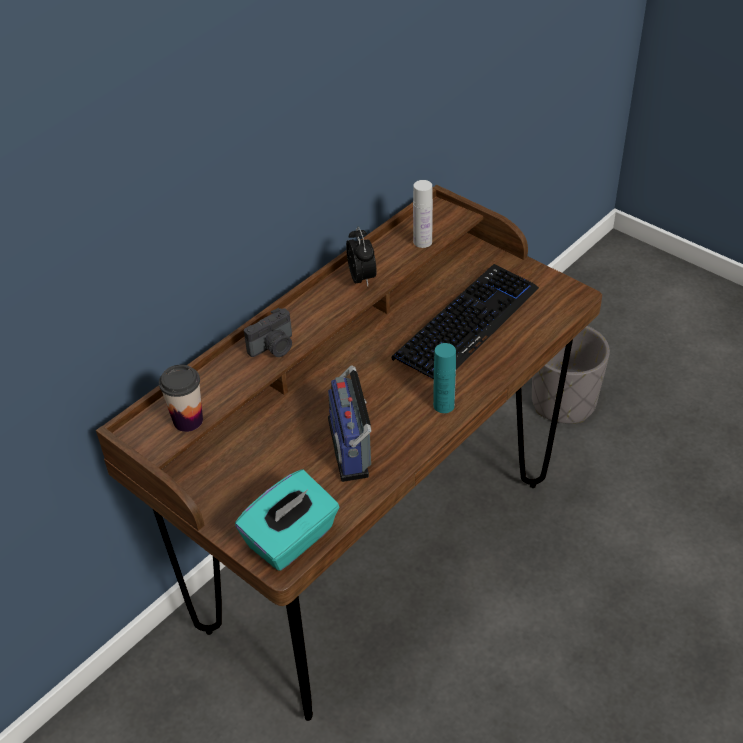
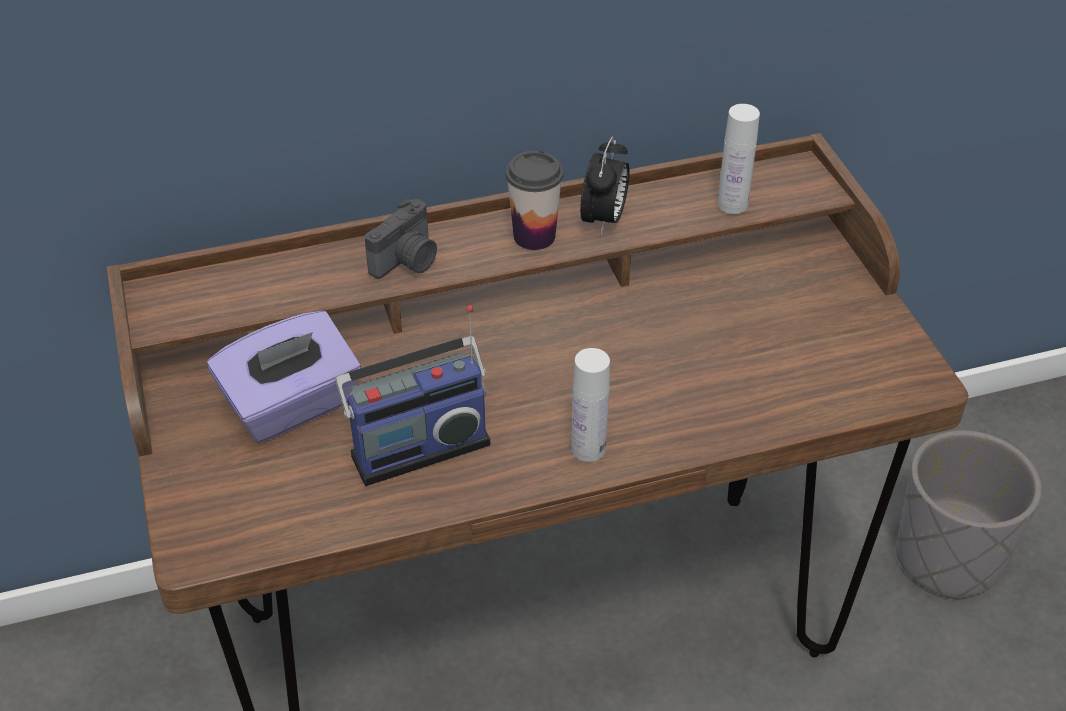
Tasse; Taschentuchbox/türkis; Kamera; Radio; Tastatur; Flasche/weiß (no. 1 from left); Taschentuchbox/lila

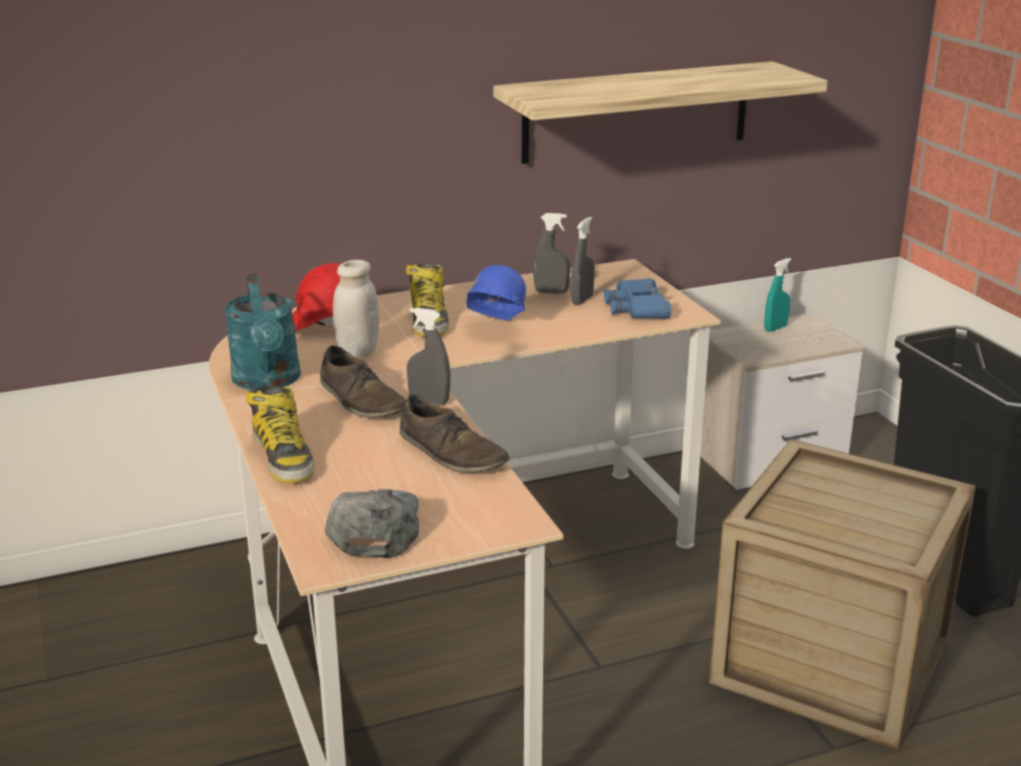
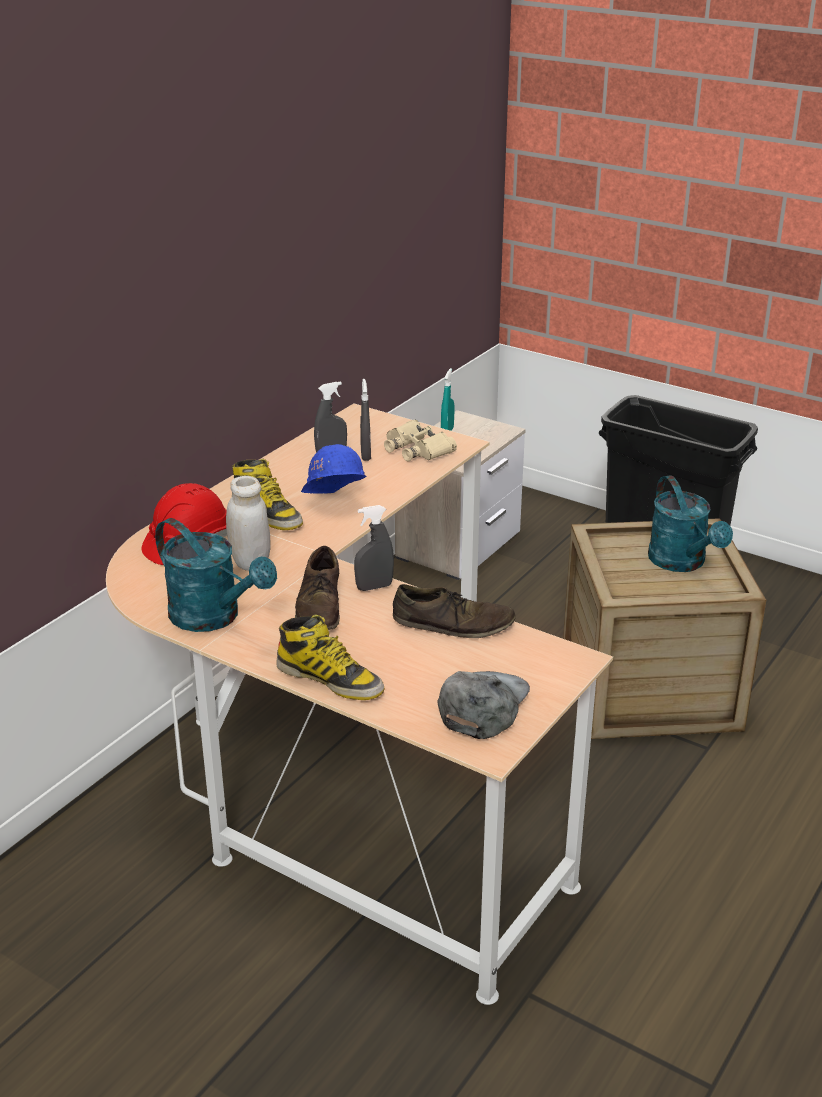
Schuh/braun (no. 1 from left); Kappe/grau; Wandregal; Fernglas/beige; Gießkanne/türkis (no. 2 from left)

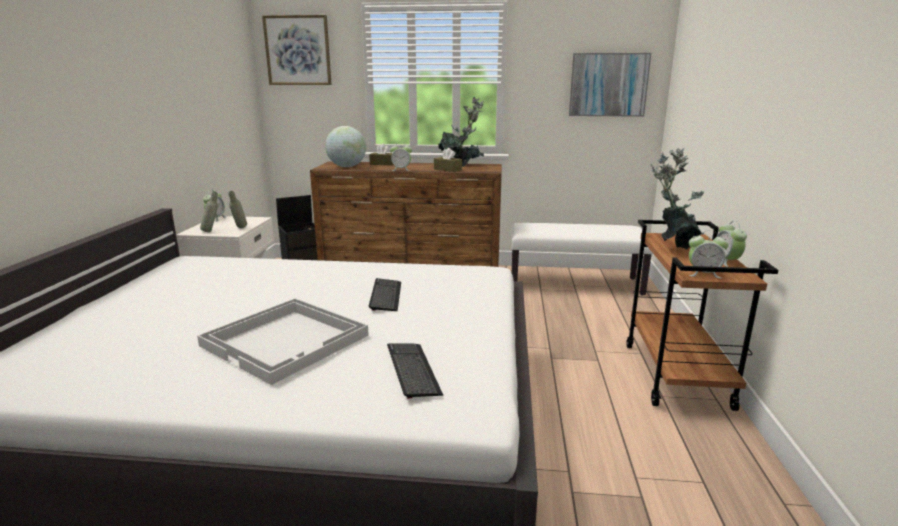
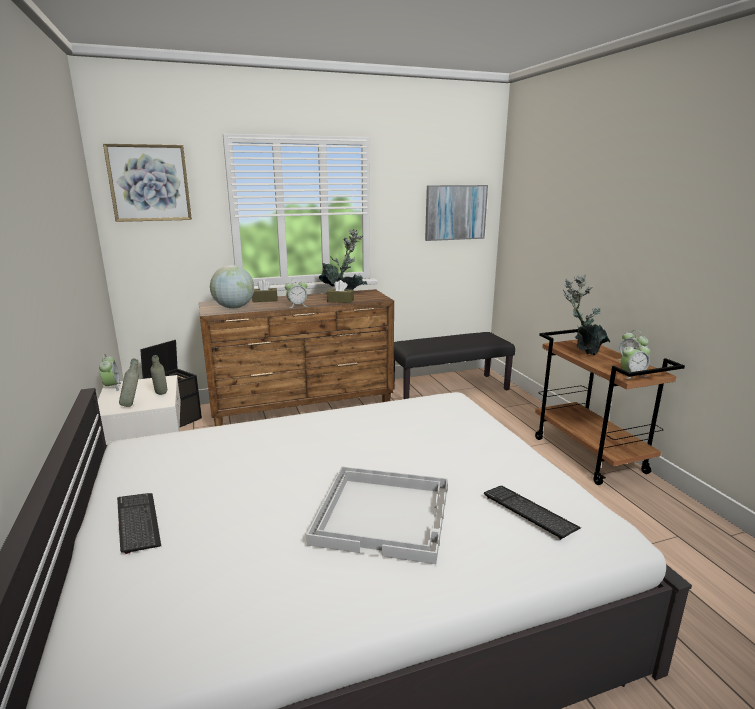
Tastatur (no. 1 from left); Bank/schwarz

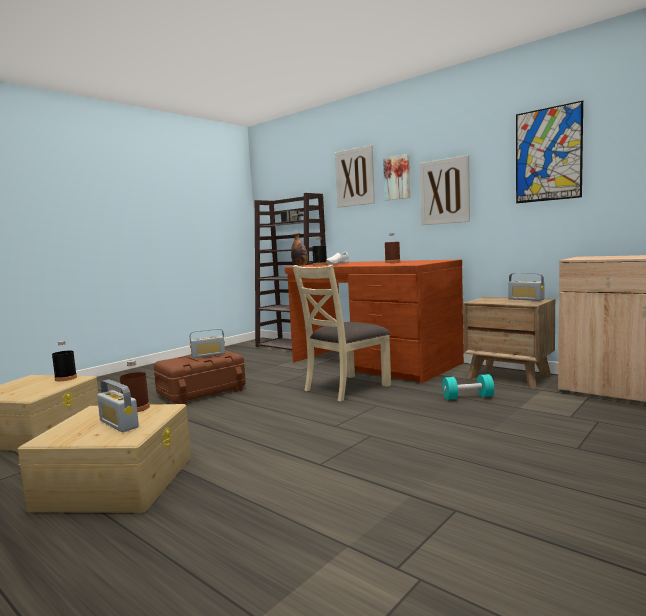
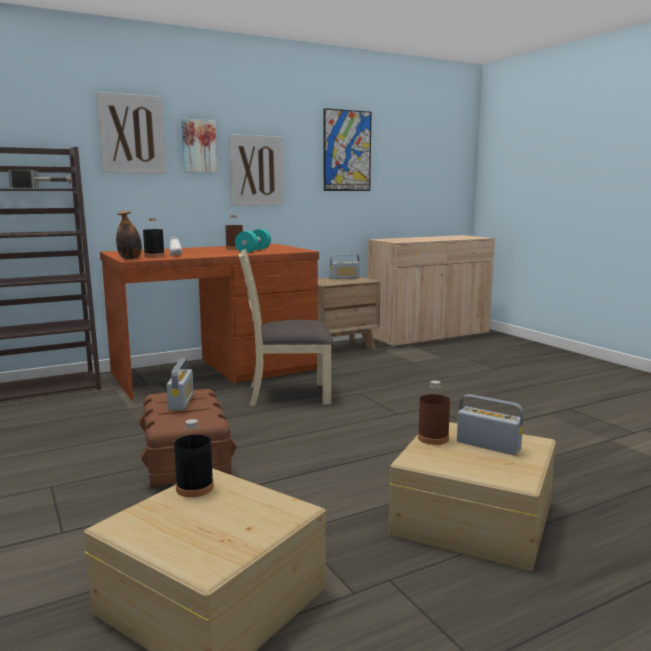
Radio (no. 3 from left); Stuhl/beige; Hantel/türkis

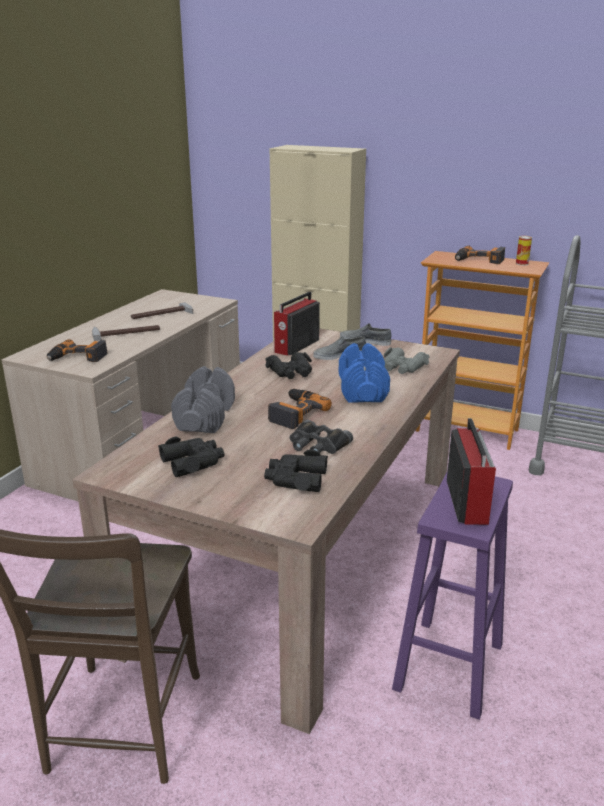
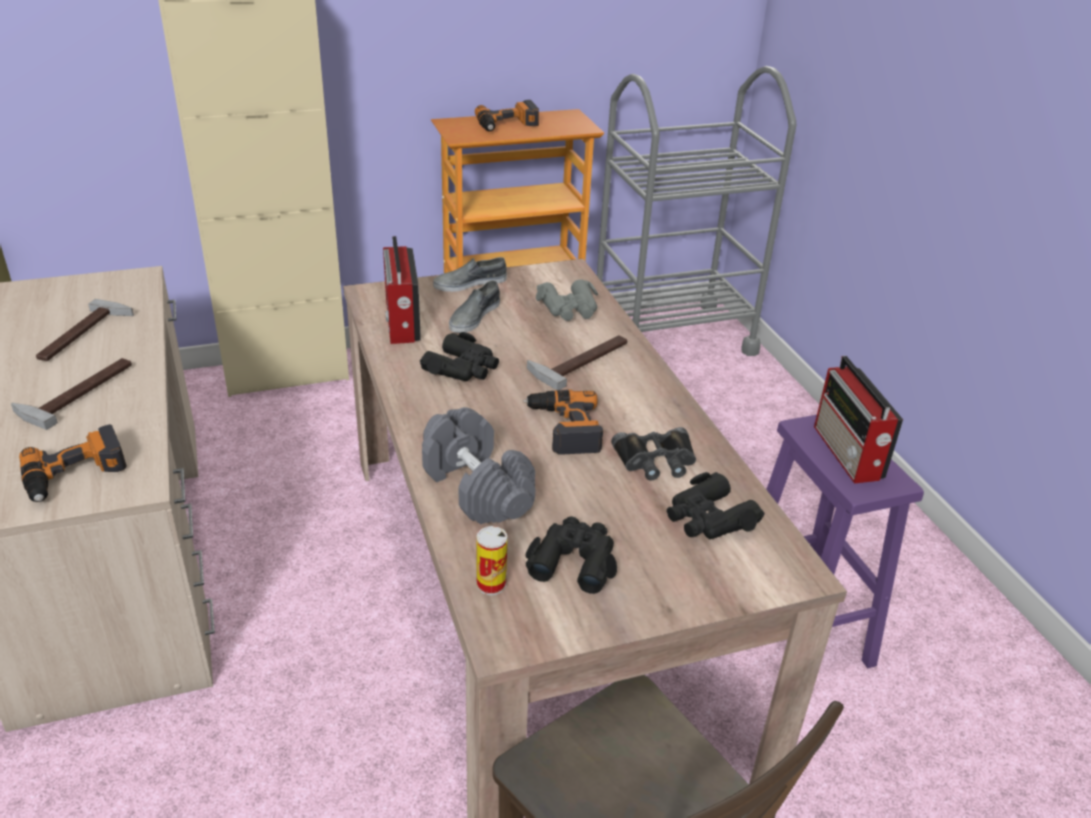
Hammer (no. 3 from left); Radio (no. 2 from left); Dose

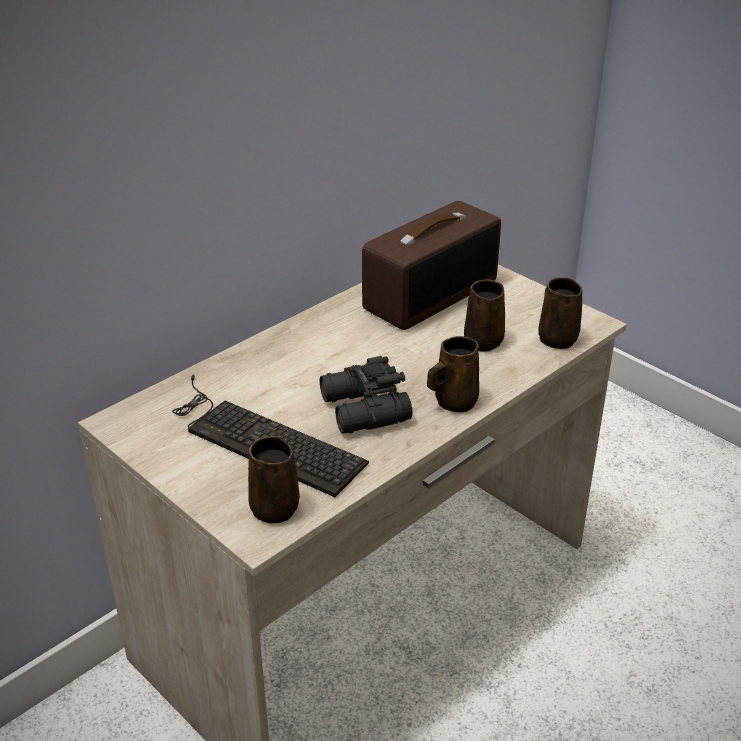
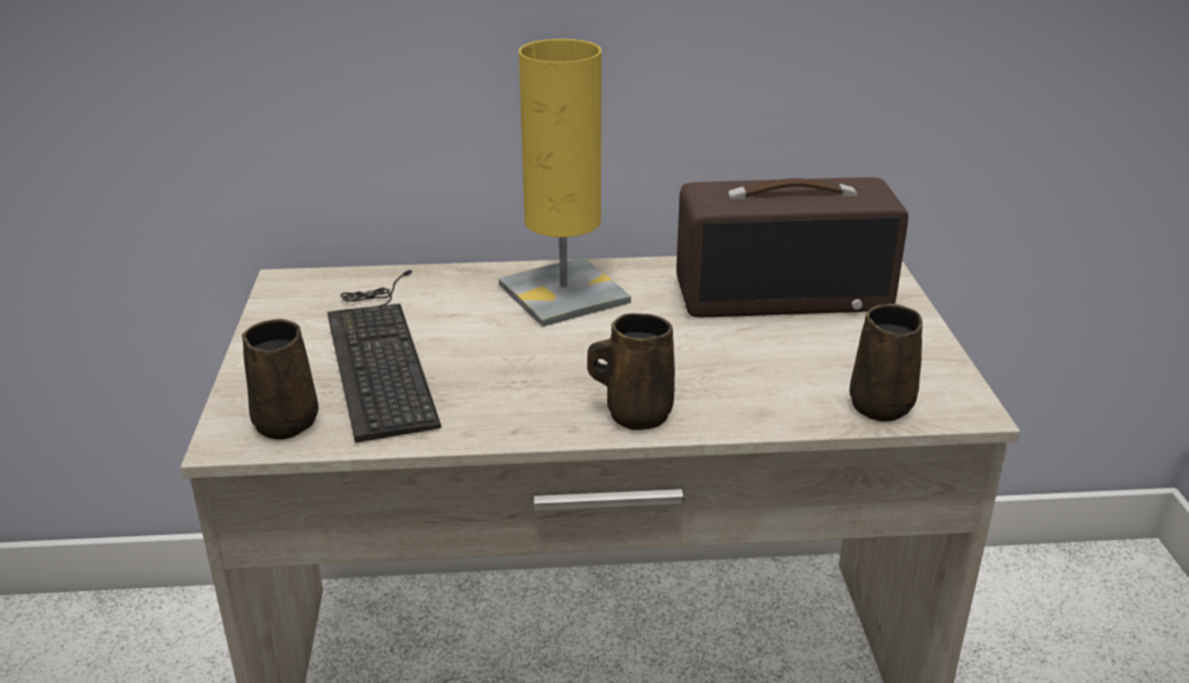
Fernglas/schwarz; Henkelbecher/braun (no. 3 from left in the first image); Tischlampe/gelb

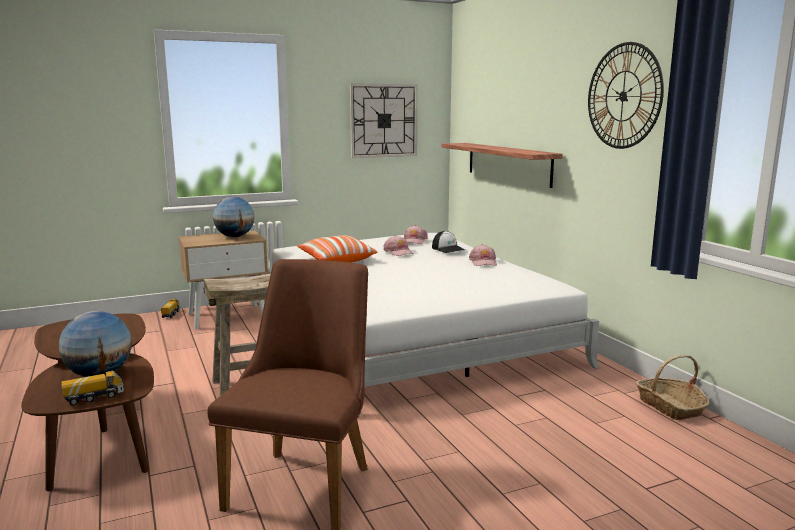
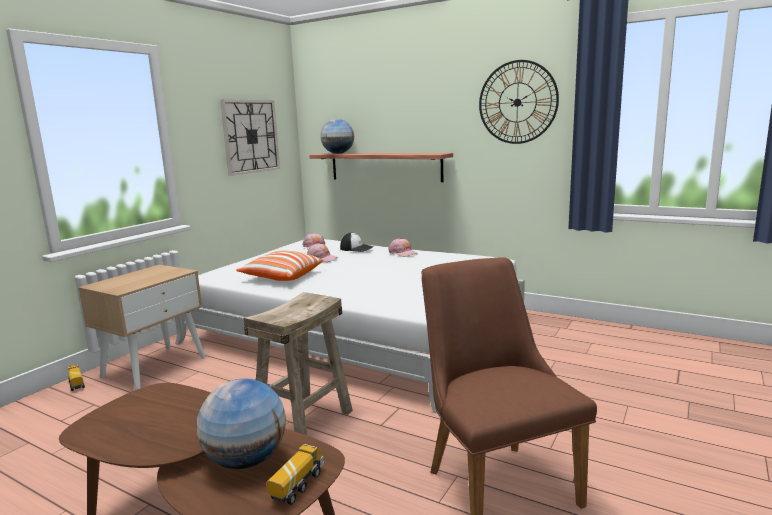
Globus (no. 2 from left); Korb

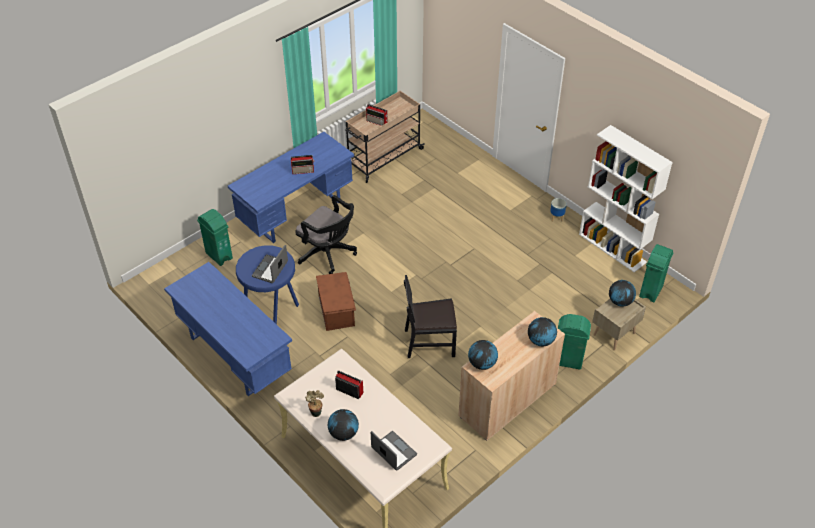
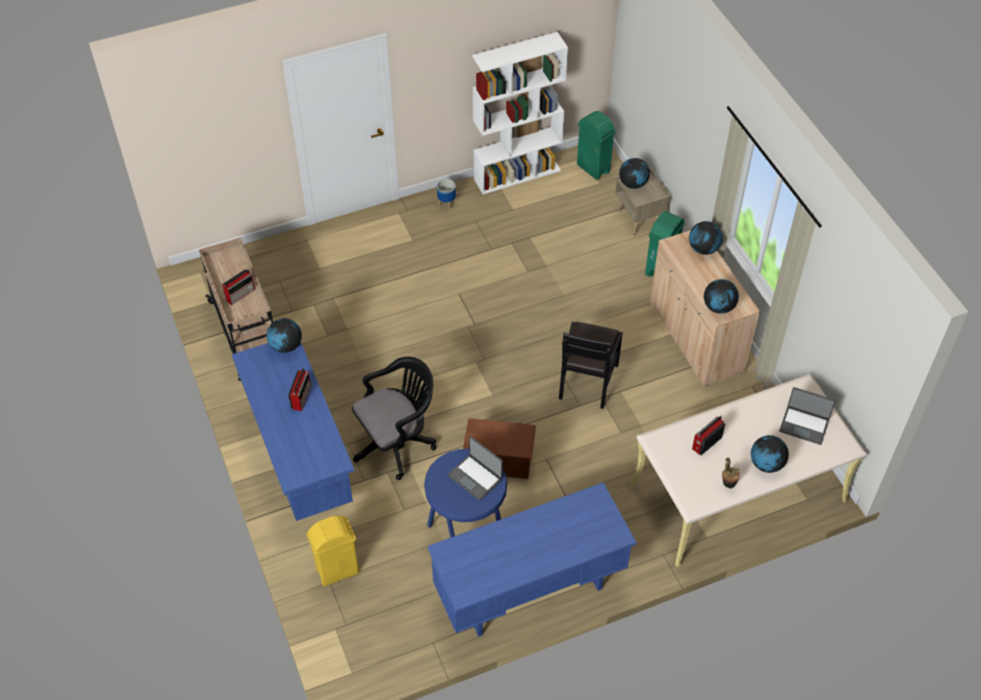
Mülleimer/gelb; Laptop (no. 2 from left); Globus (no. 1 from left)

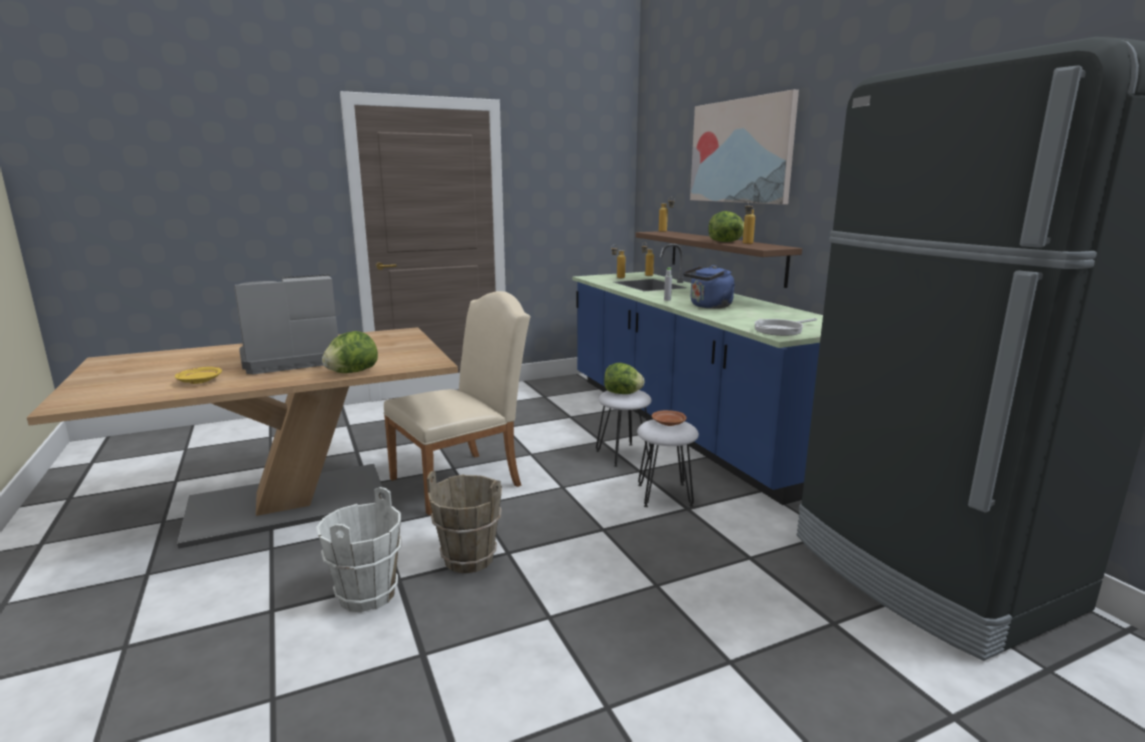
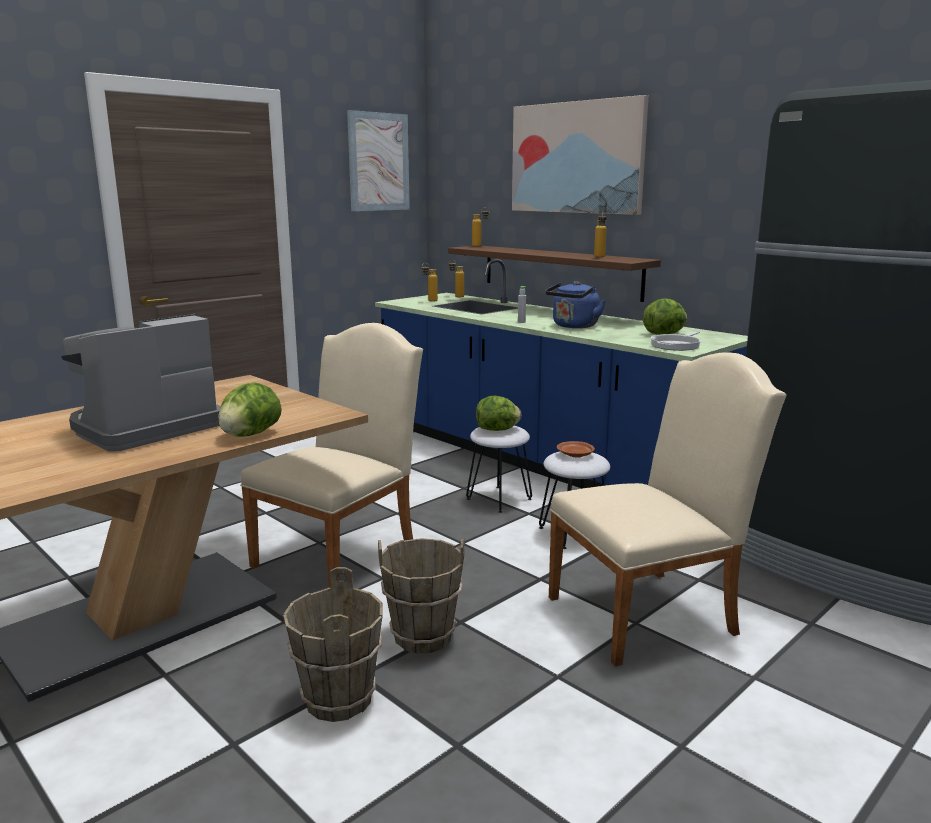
Teller/gelb; Eimer/braun (no. 1 from left); Salatkopf (no. 3 from left); Bild (no. 1 from left); Stuhl/beige (no. 2 from left)

